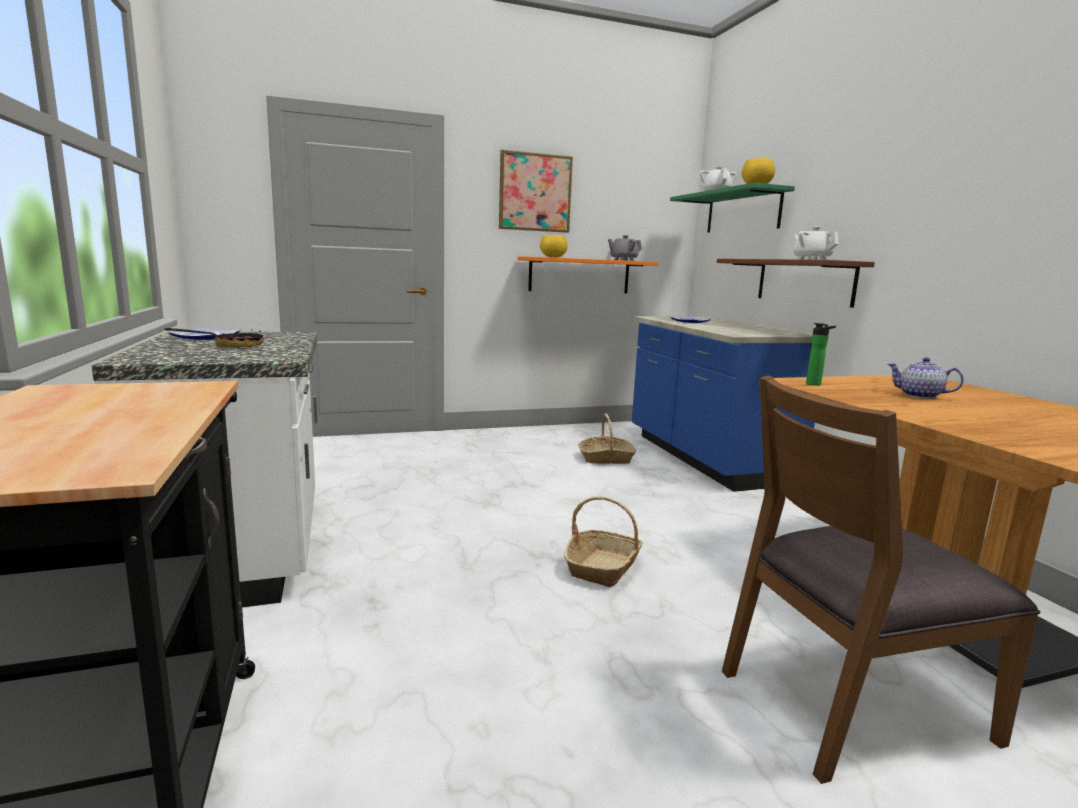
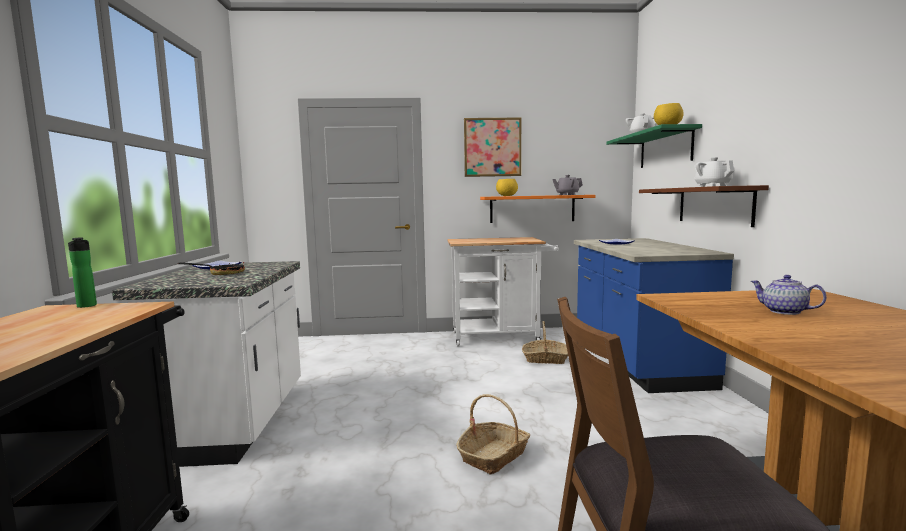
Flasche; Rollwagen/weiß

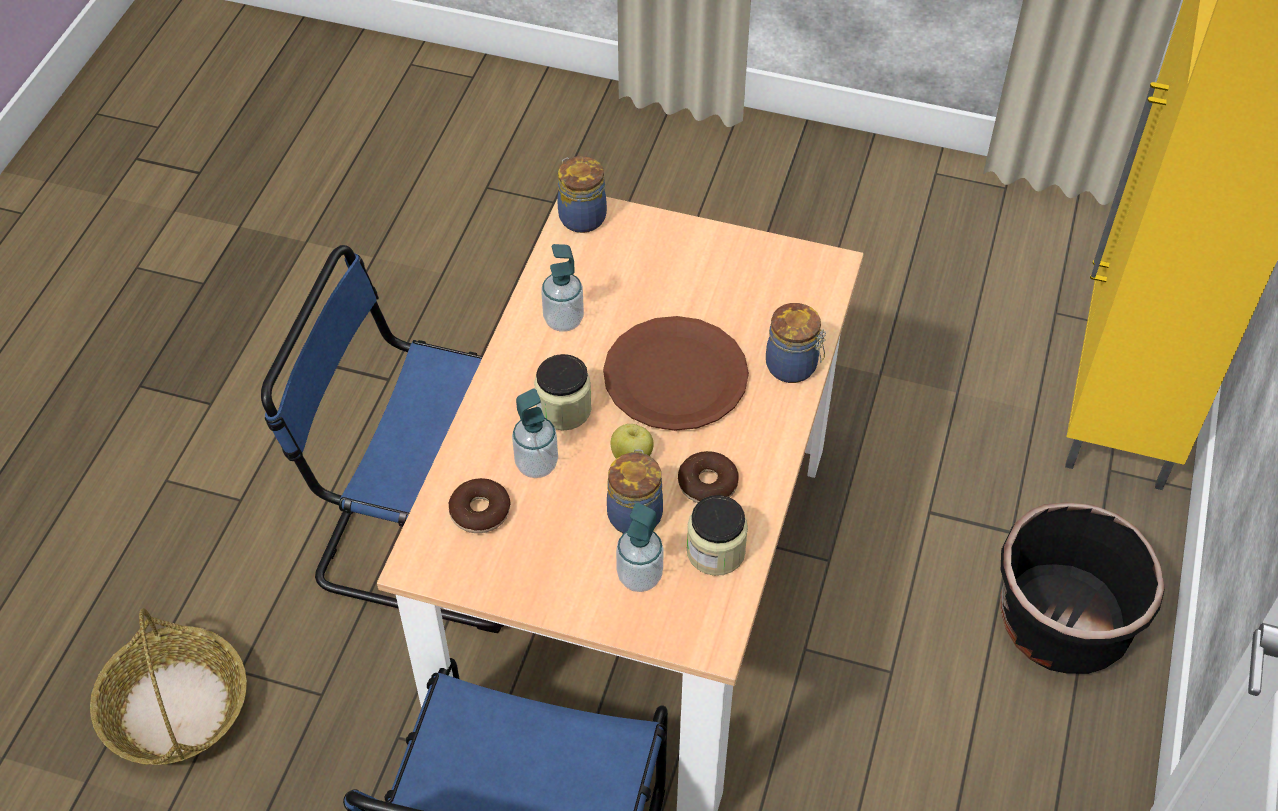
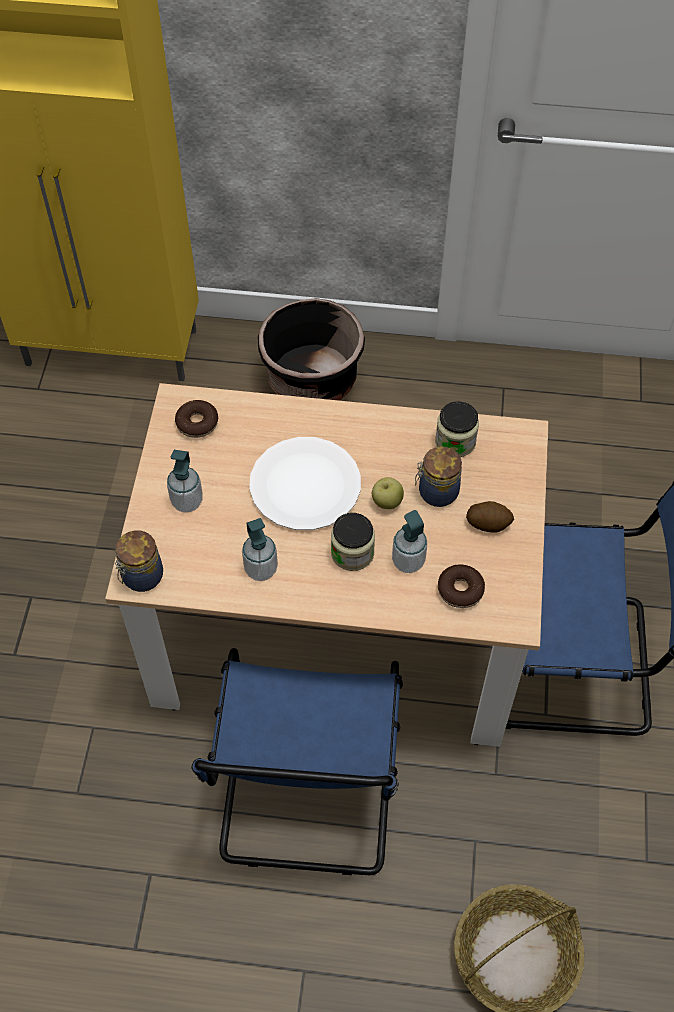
Teller/weiß; Seifenspender (no. 1 from left); Donut (no. 1 from left); Vorratsglas (no. 5 from left in the first image); Kartoffel

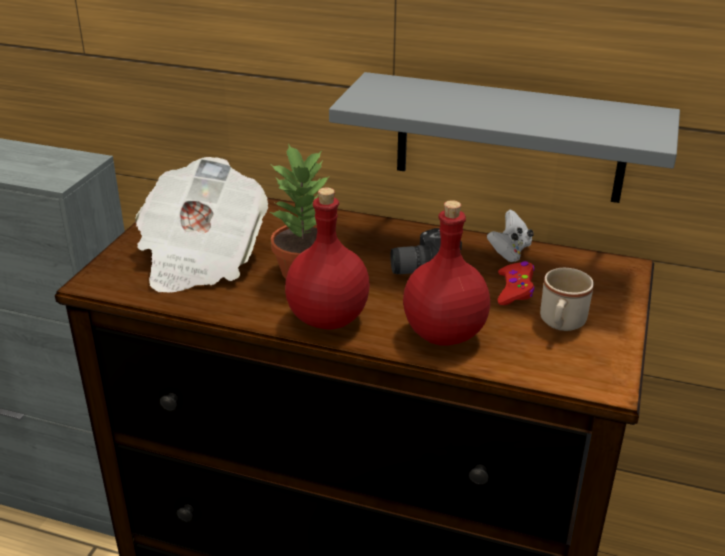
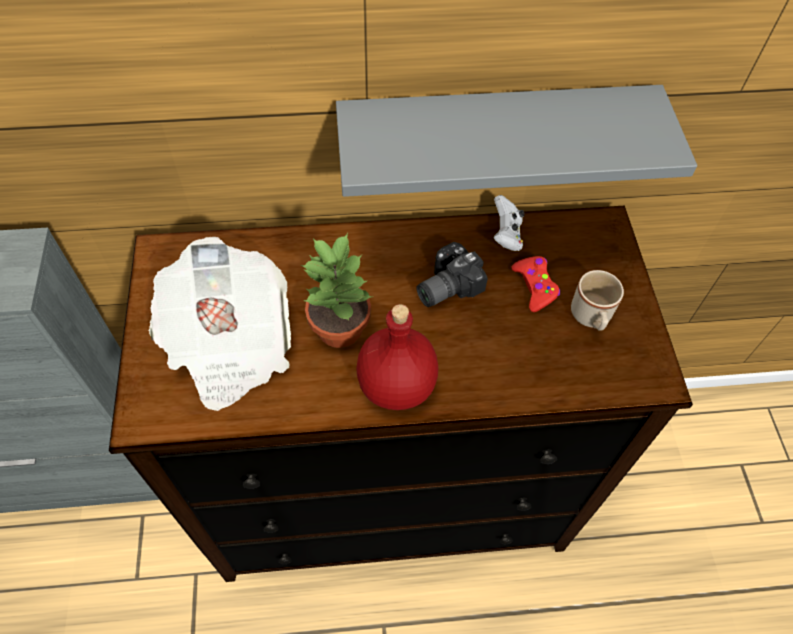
Flasche/rot (no. 2 from left in the first image)

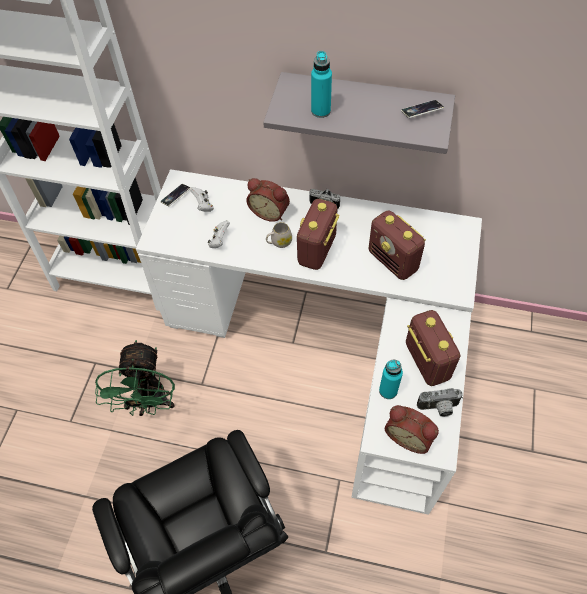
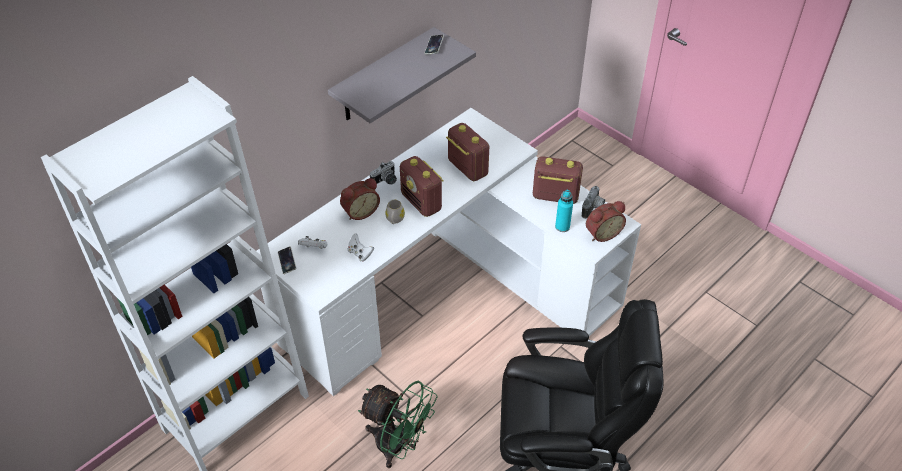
Flasche/türkis (no. 1 from left in the first image); Radio (no. 2 from left)

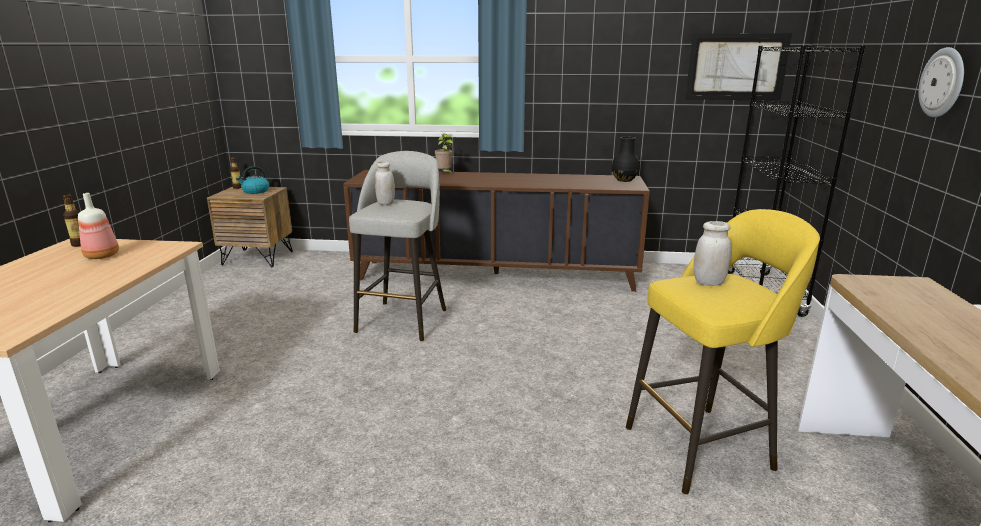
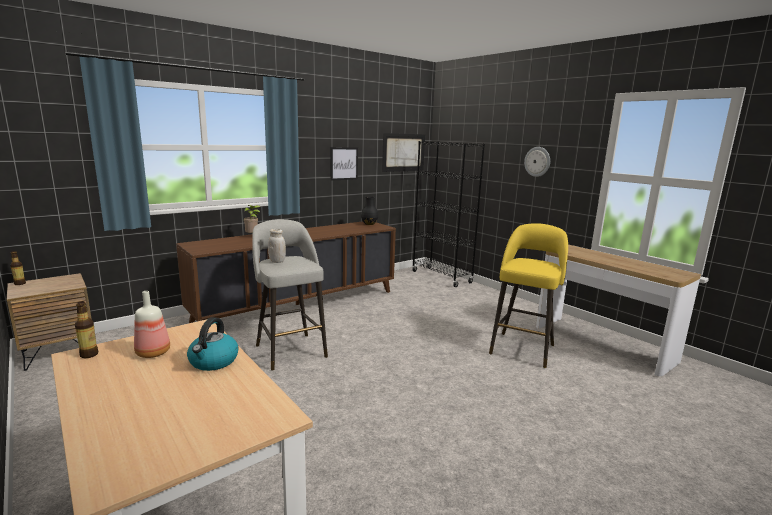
Wasserkessel; Vorratsglas/weiß (no. 2 from left in the first image); Bild (no. 1 from left)

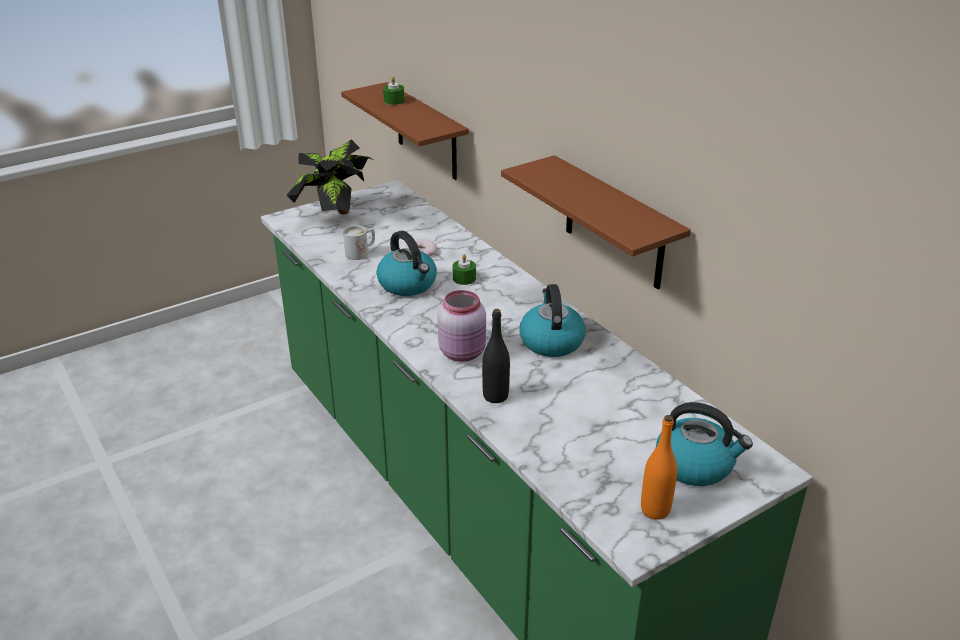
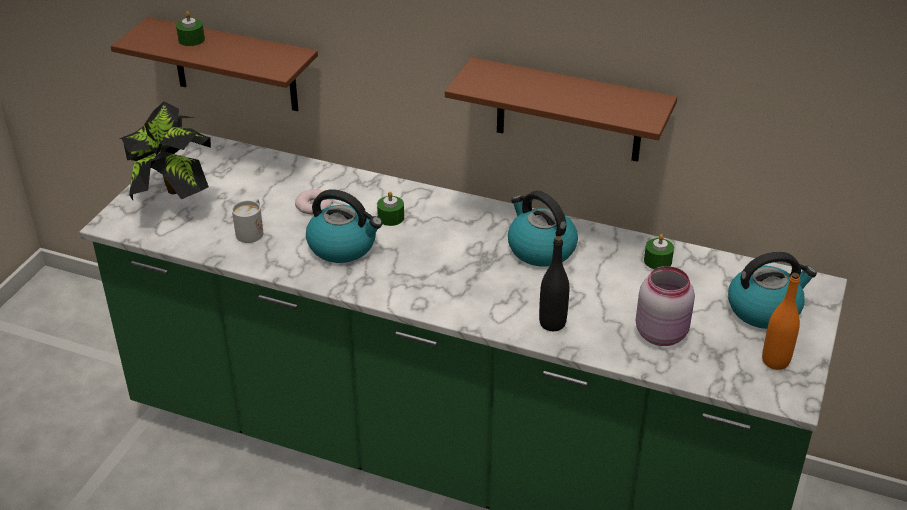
Vorratsglas/rosa; Kerze/grün (no. 3 from left)

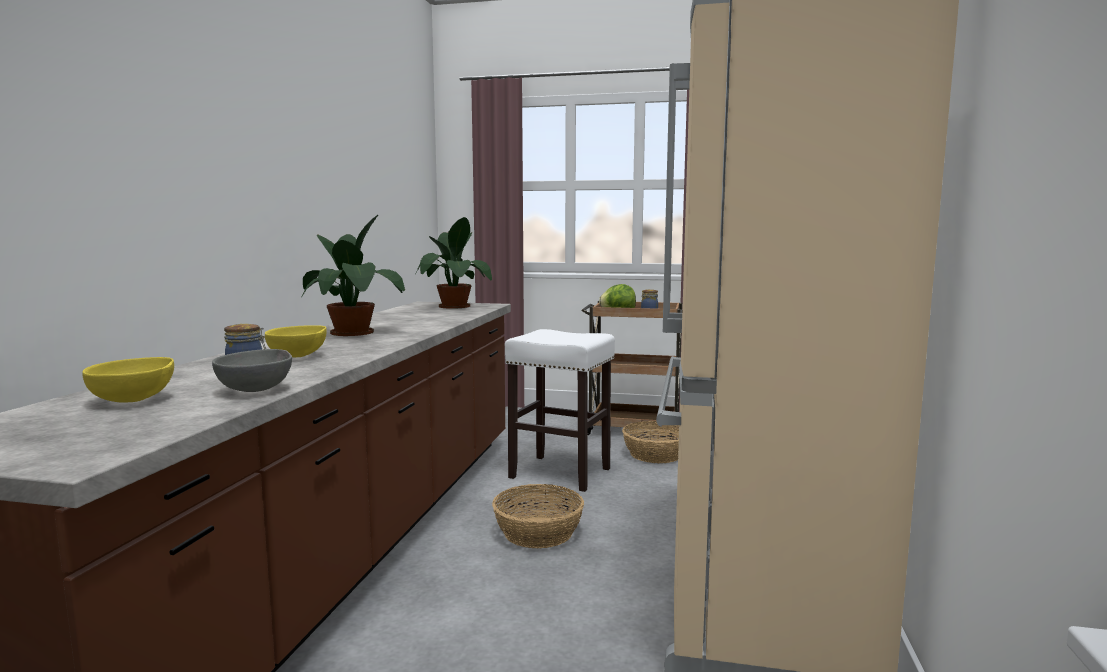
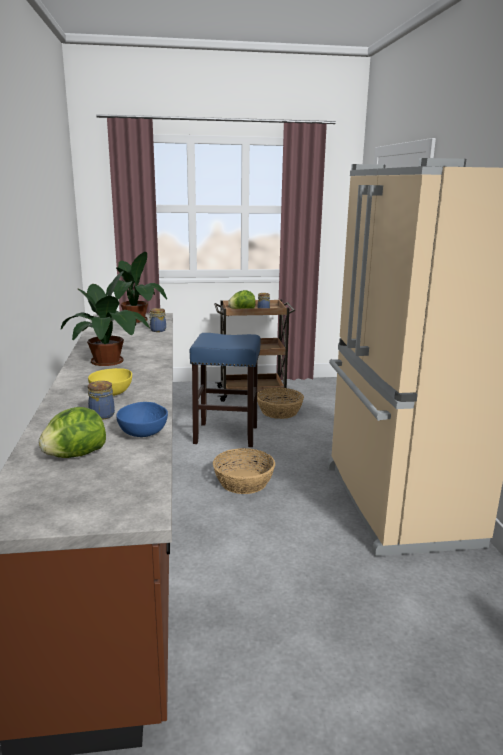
Salatkopf (no. 1 from left); Schüssel/blau; Hocker/blau; Vorratsglas (no. 2 from left)

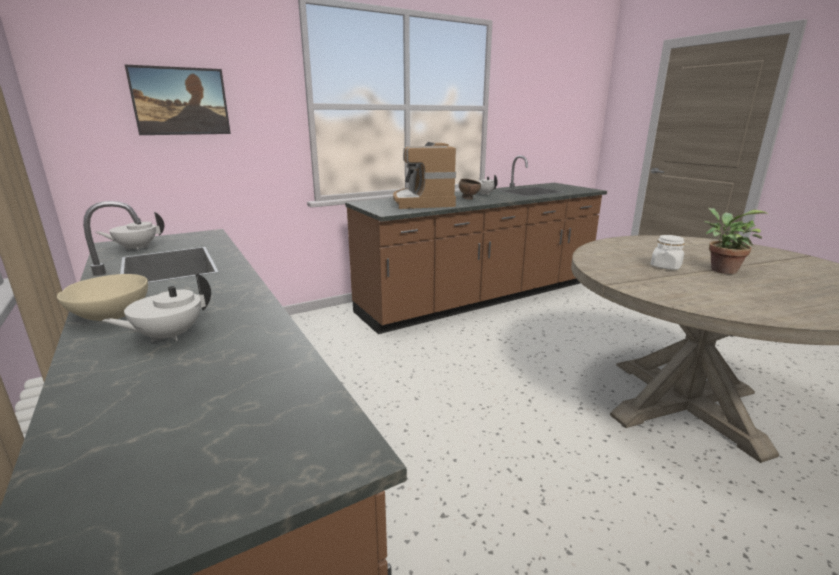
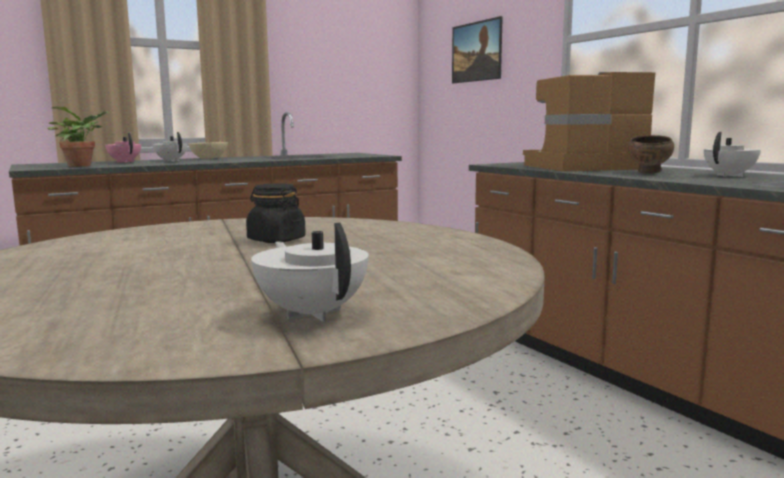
Teekanne/weiß (no. 2 from left); Vorratsglas/schwarz; Topfpflanze; Teekanne/rosa

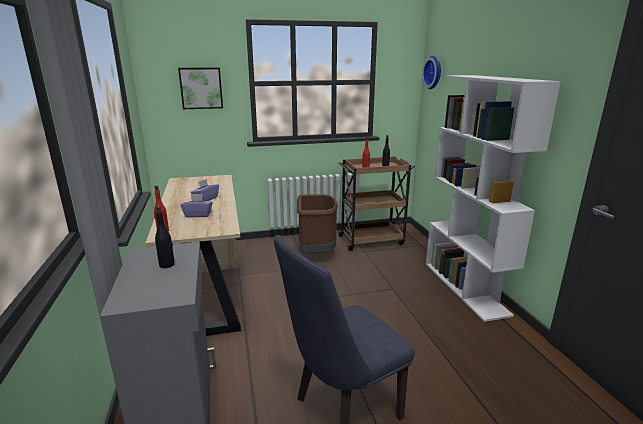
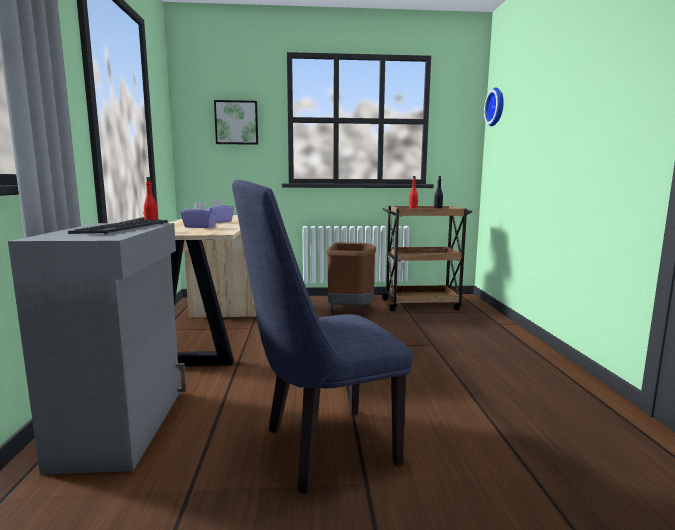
Tastatur; Bücherregal/weiß

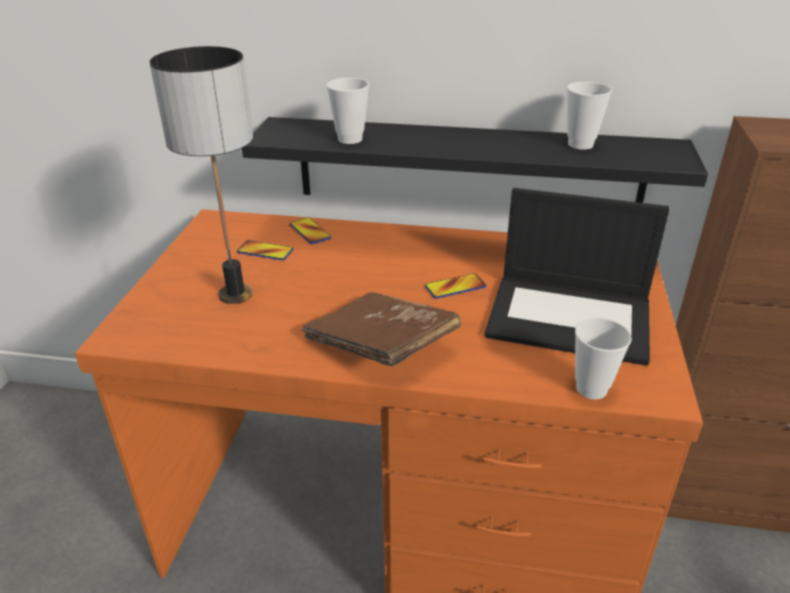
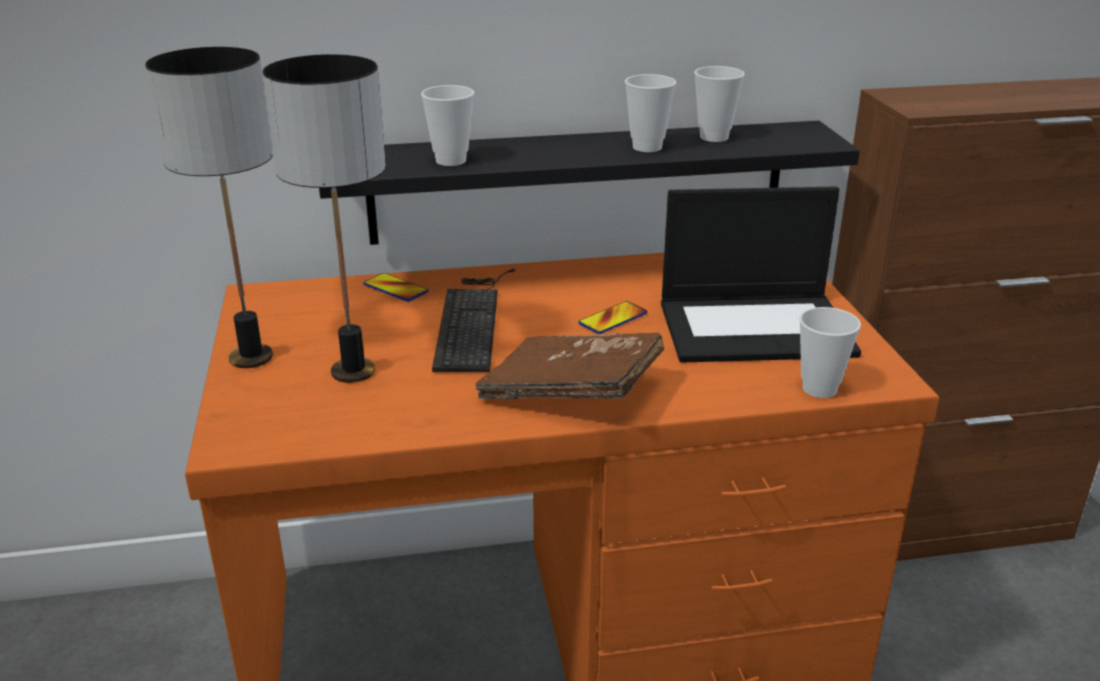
Handy (no. 1 from left in the first image); Tischlampe (no. 1 from left); Tastatur; Tasse (no. 2 from left)

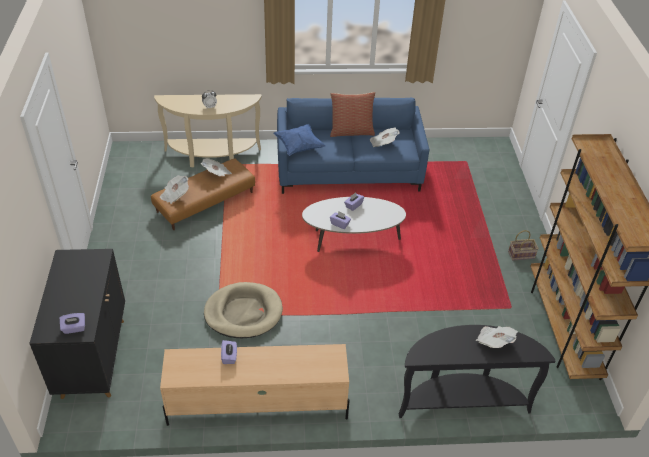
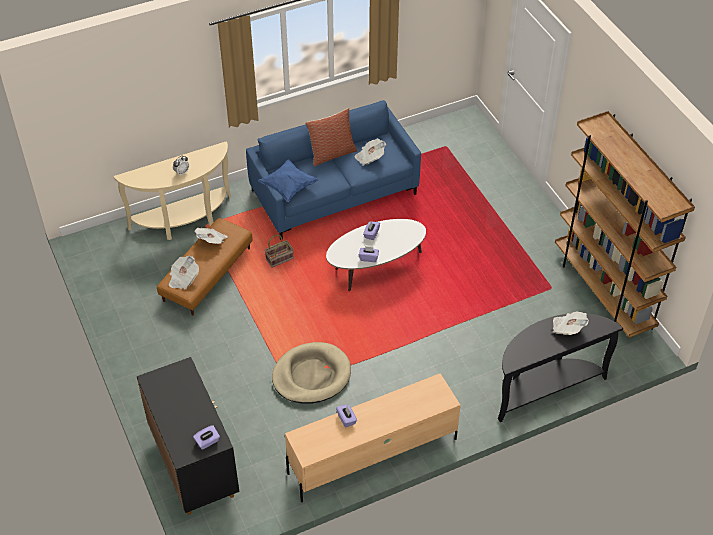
Korb

